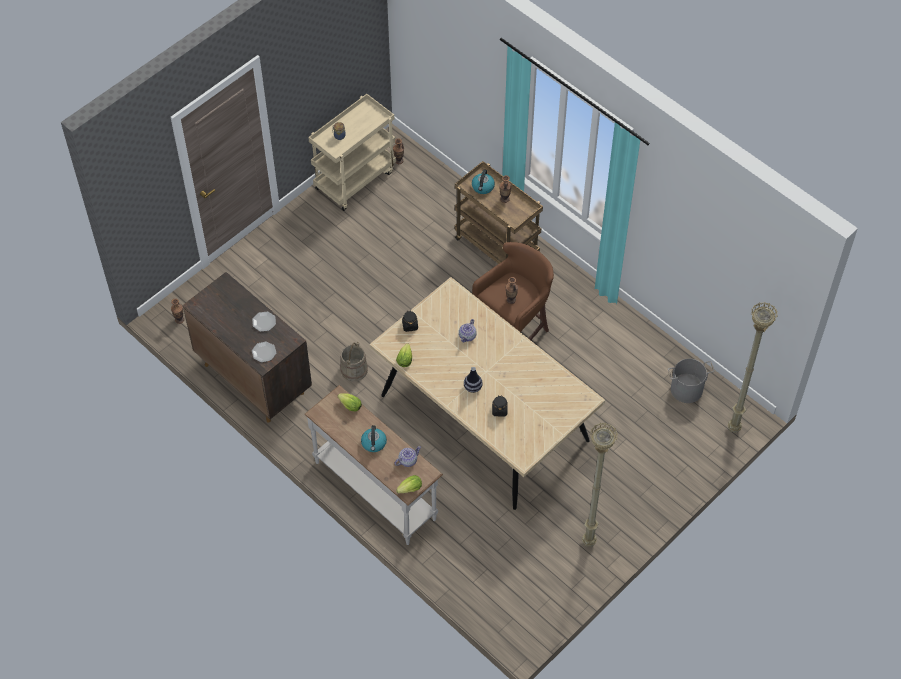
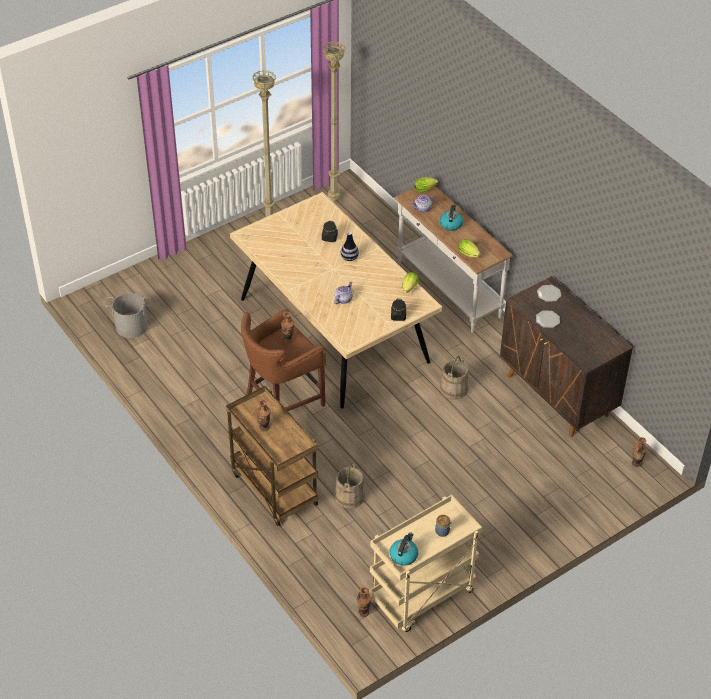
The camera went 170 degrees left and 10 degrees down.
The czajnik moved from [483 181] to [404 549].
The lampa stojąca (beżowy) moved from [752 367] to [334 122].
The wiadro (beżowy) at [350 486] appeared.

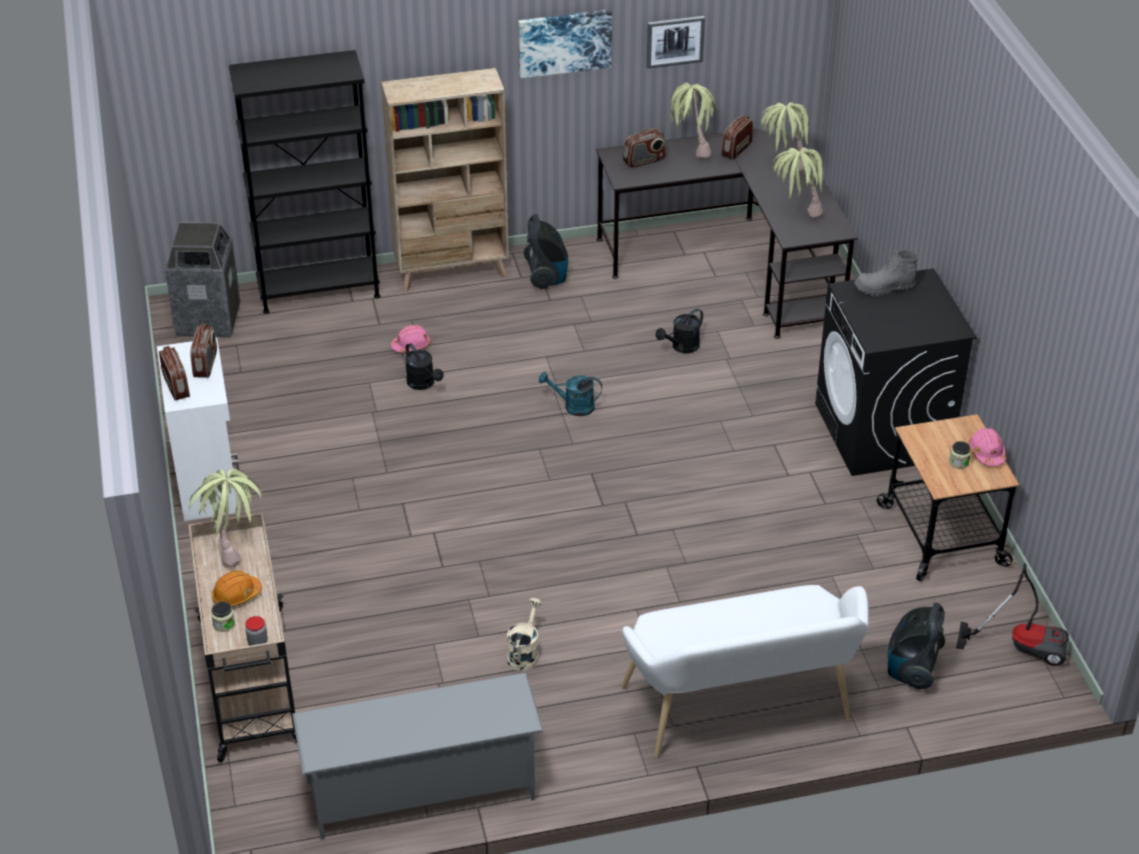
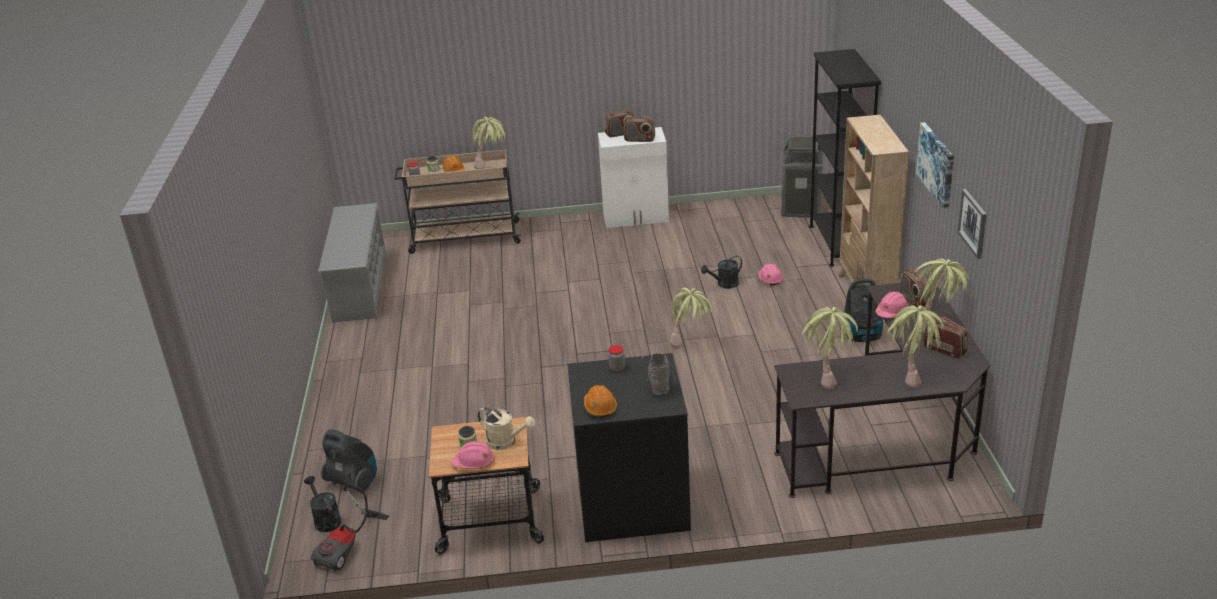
The camera went 100 degrees right and 10 degrees down.
The konewka (czarny) moved from [679 331] to [322 504].
The konewka (turkusowy) at [570 394] was replaced by the roślina doniczkowa at [690 318].
The ławka (biały) at [745 671] disappeared.
The konewka (beżowy) moved from [524 634] to [506 428].
The kask (różowy) at [892 304] appeared.
The słoik at [616 358] appeared.
The kask (pomarańczowy) at [600 401] appeared.

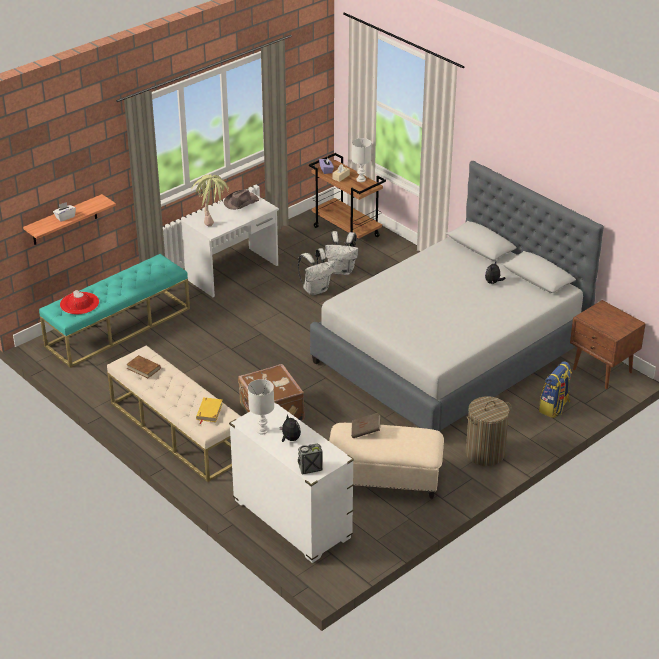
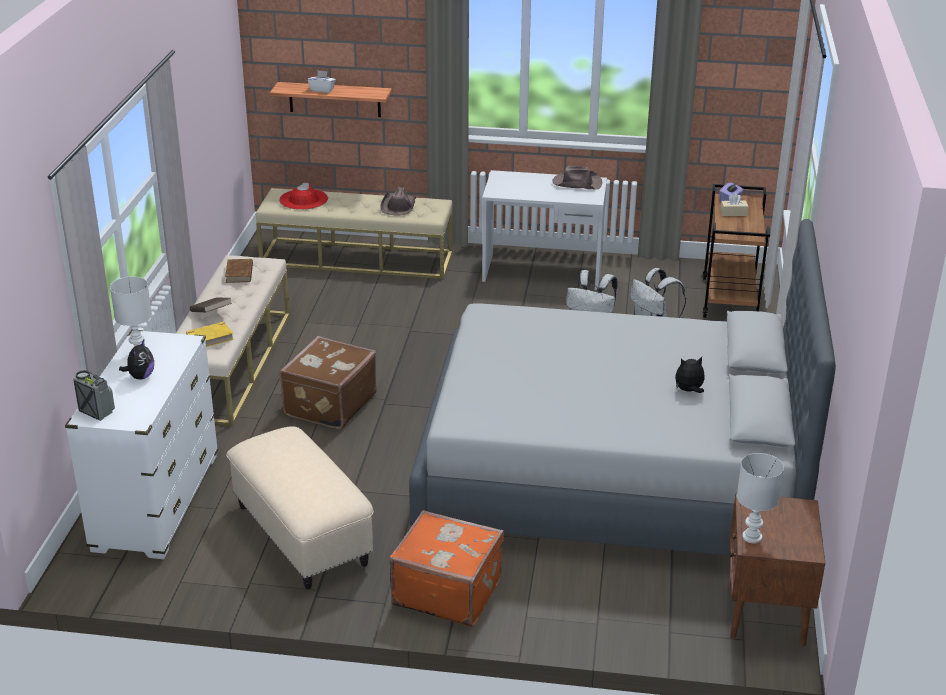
The camera went 50 degrees right and 5 degrees down.
The lampa stołowa (biały) moved from [362 160] to [760 498].
The roślina doniczkowa at [210 200] disappeared.
The ławka (turkusowy) at [114 311] became the ławka (beżowy) at [353 233].
The plecak at [555 389] disappeared.
The kosz na pranie at [488 431] was replaced by the walizka (pomarańczowy) at [446 568].
The książka (brązowy) moved from [365 425] to [211 305].
The kapelusz (brązowy) at [398 201] appeared.

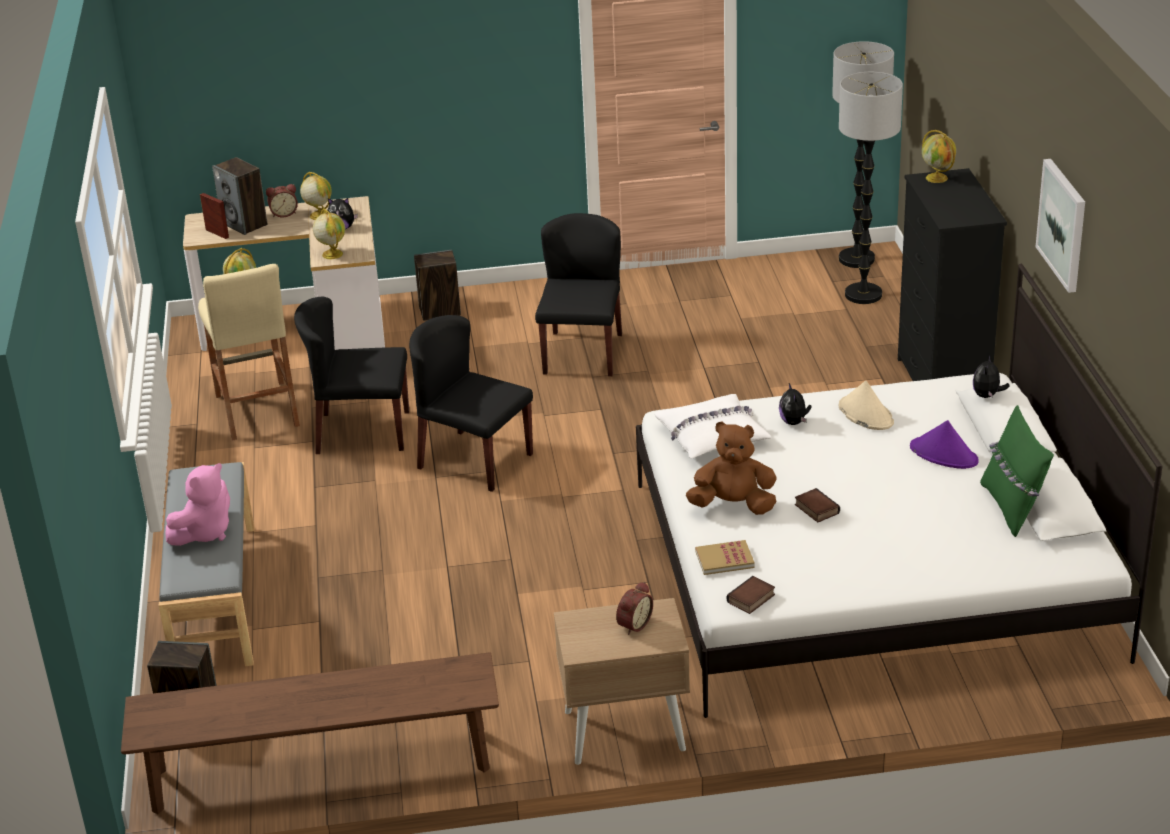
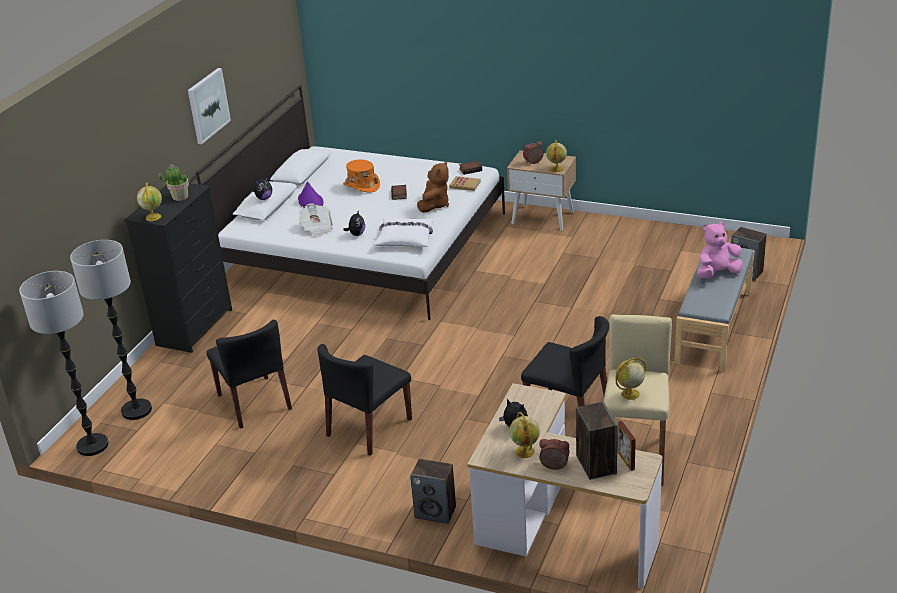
The camera went 150 degrees left and 0 degrees up.
The globus moved from [329 233] to [556 156].
The krzesło (czarny) moved from [471 403] to [249 374].
The kapelusz (beżowy) at [866 405] was replaced by the gazeta at [316 220].
The poduszka (zielony) at [1017 471] disappeared.
The pluszak (brązowy) at [731 468] turned 105 degrees counterclockwise.
The ławka (brązowy) at [310 733] disappeared.
The kapelusz (pomarańczowy) at [361 176] appeared.
The roślina doniczkowa at [174 182] appeared.

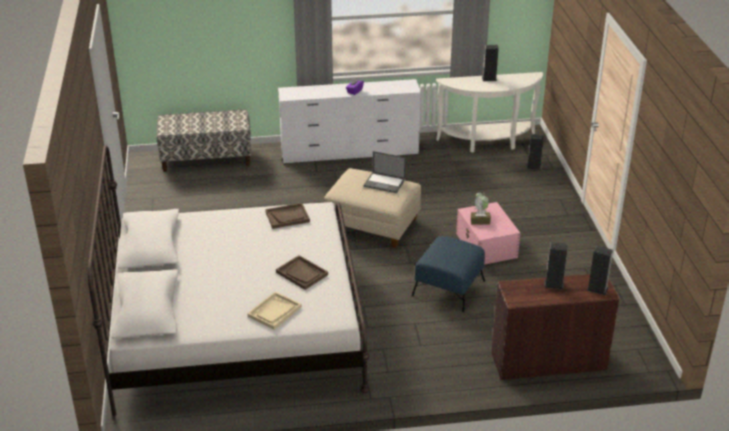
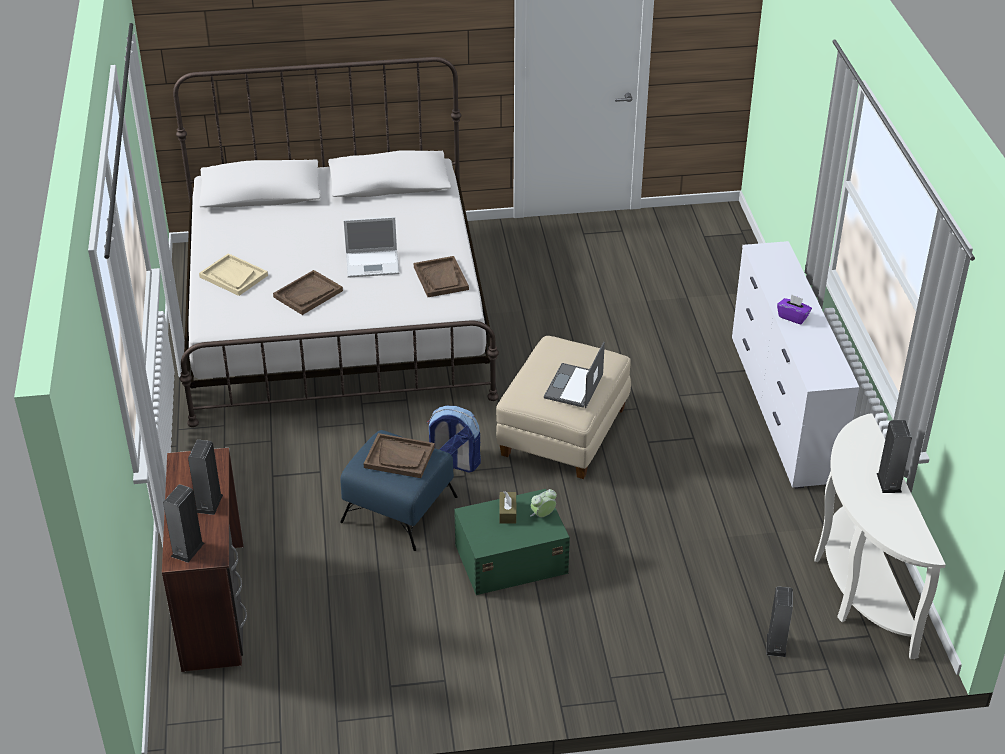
The camera went 90 degrees right and 5 degrees up.
The ławka at [203 141] disappeared.
The pojemnik do przechowywania (różowy) at [488 233] became the pojemnik do przechowywania (zielony) at [512 542].
The laptop at [371 247] appeared.
The plecak at [454 439] appeared.
The taca (brązowy) at [399 455] appeared.

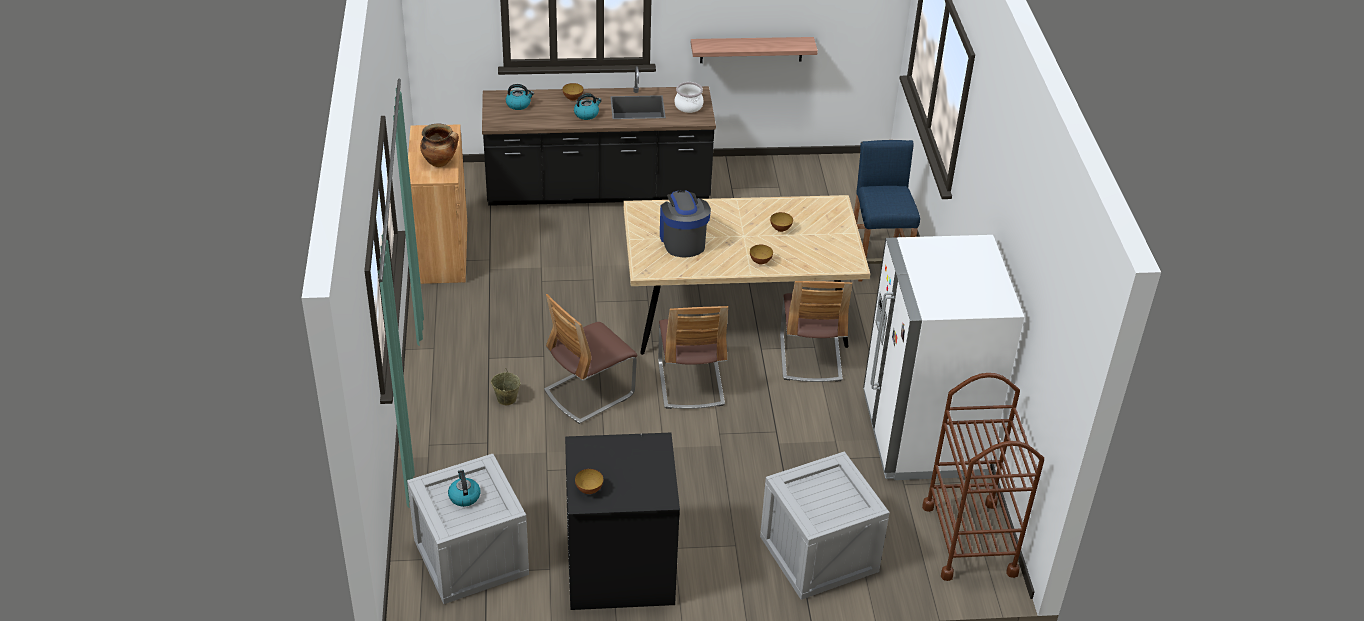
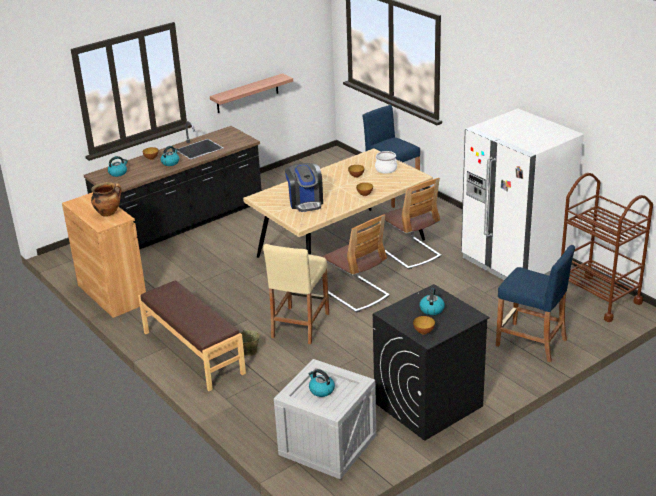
The camera went 30 degrees left and 10 degrees down.
The garnek moved from [689 97] to [386 162].
The ekspres do kawy at [685 223] turned 150 degrees counterclockwise.
The krzesło at [591 359] was replaced by the stołek (beżowy) at [296 294].
The skrzynka at [825 525] was replaced by the stołek (niebieski) at [535 303].
The ławka (brązowy) at [192 335] appeared.
The czajnik at [432 301] appeared.

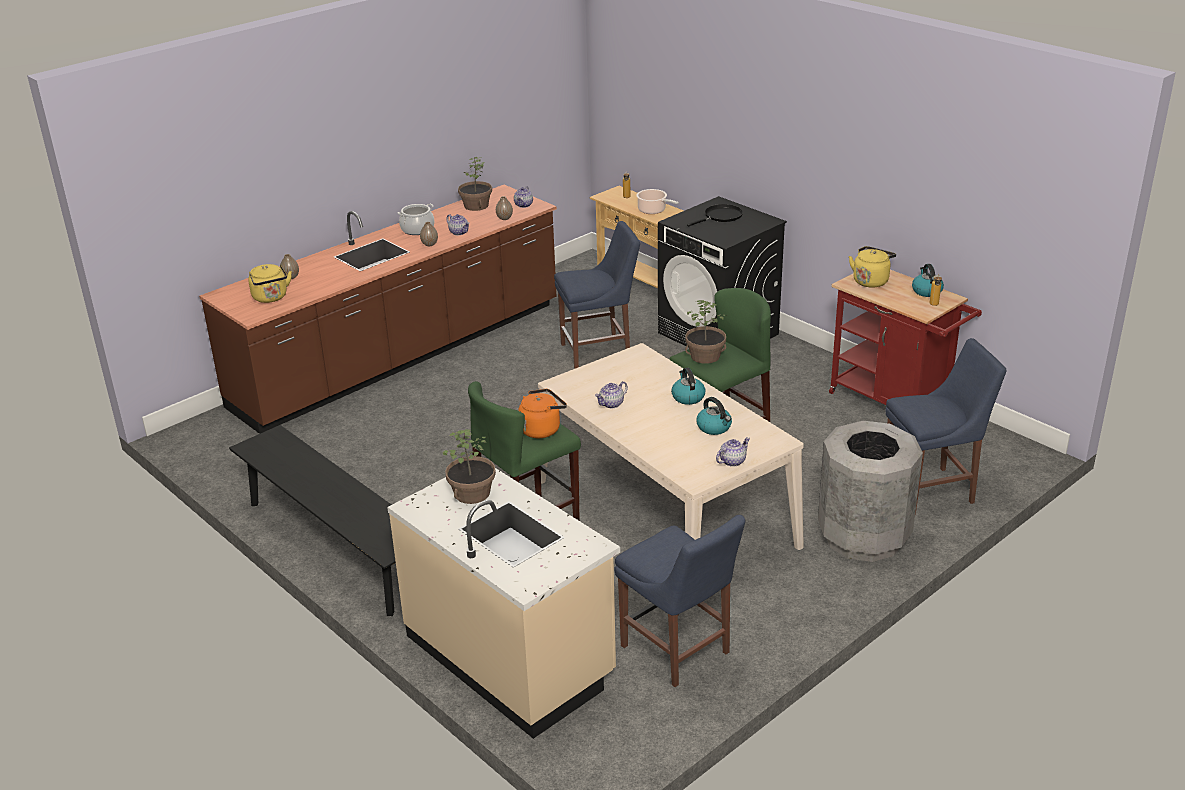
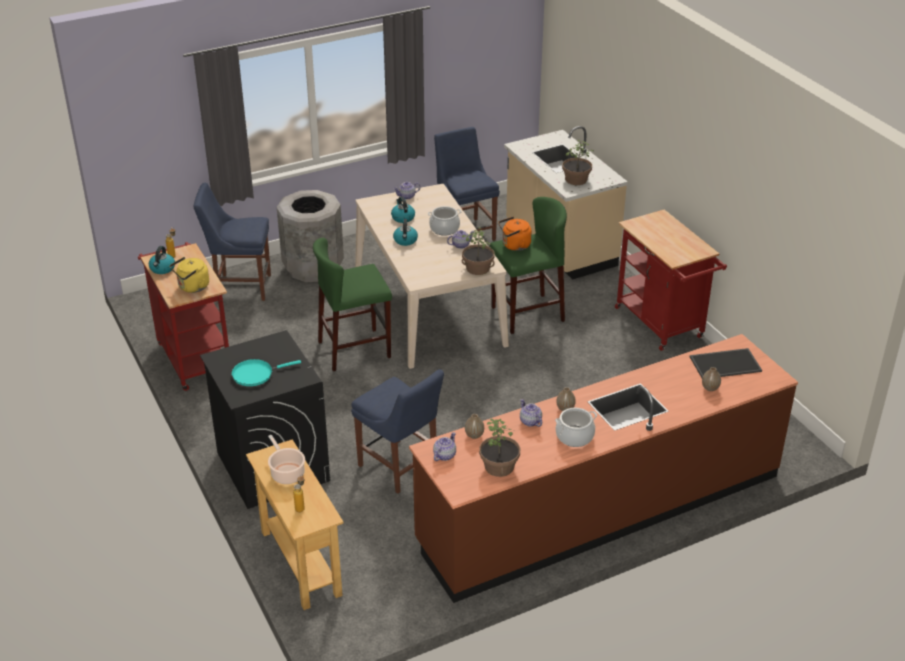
The camera went 165 degrees left and 5 degrees up.
The patelnia (czarny) at [715 215] became the patelnia (turkusowy) at [266 372].
The krzesło (niebieski) at [597 295] turned 135 degrees counterclockwise.
The czajnik (żółty) at [270 283] was replaced by the taca at [726 363].
The roślina doniczkowa moved from [705 332] to [478 251].
The ławka (czarny) at [312 520] was replaced by the wózek (czerwony) at [671 280].
The garnek at [444 221] appeared.

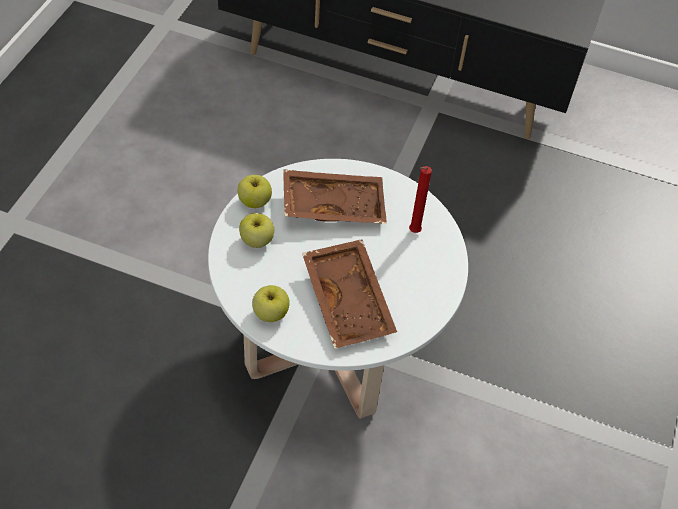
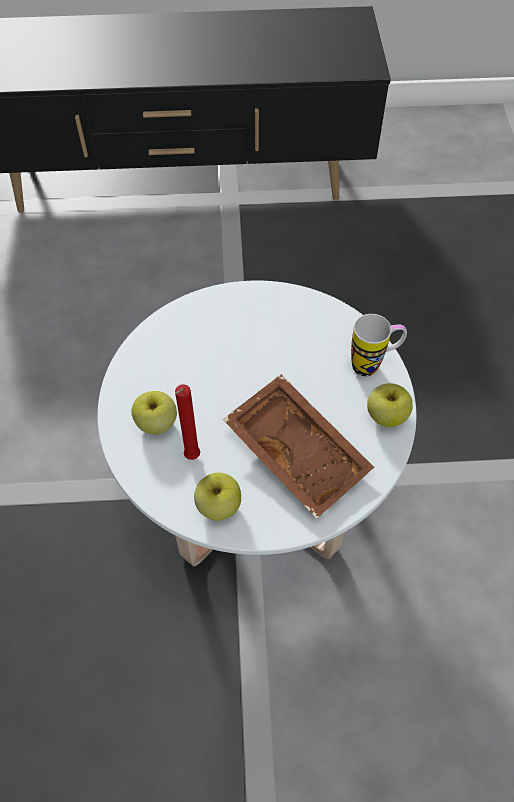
The camera went 20 degrees left and 5 degrees up.
The świeca (czerwony) moved from [420 199] to [187 422].
The taca (brązowy) at [335 196] disappeared.
The jabłko moved from [255 191] to [390 405].
The kubek at [379 345] appeared.

